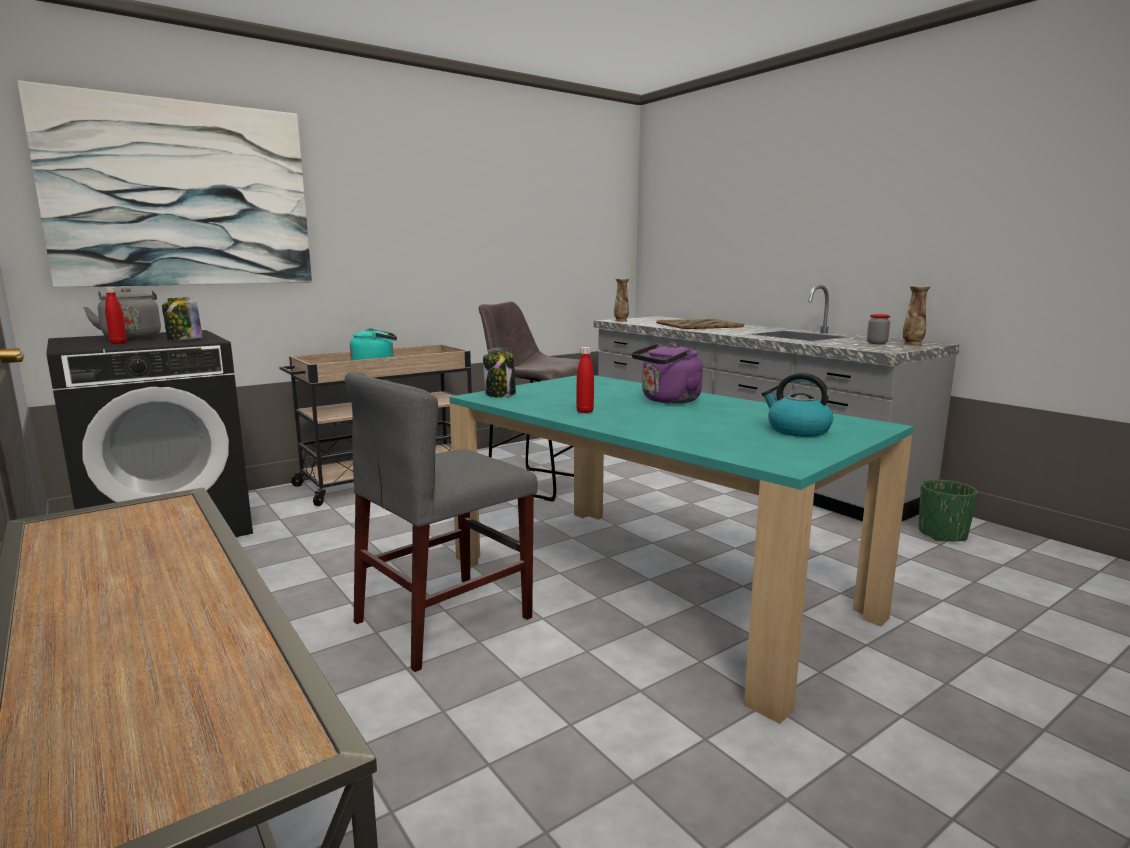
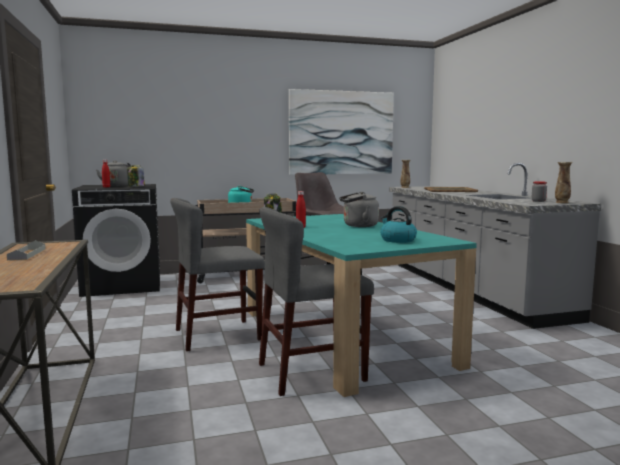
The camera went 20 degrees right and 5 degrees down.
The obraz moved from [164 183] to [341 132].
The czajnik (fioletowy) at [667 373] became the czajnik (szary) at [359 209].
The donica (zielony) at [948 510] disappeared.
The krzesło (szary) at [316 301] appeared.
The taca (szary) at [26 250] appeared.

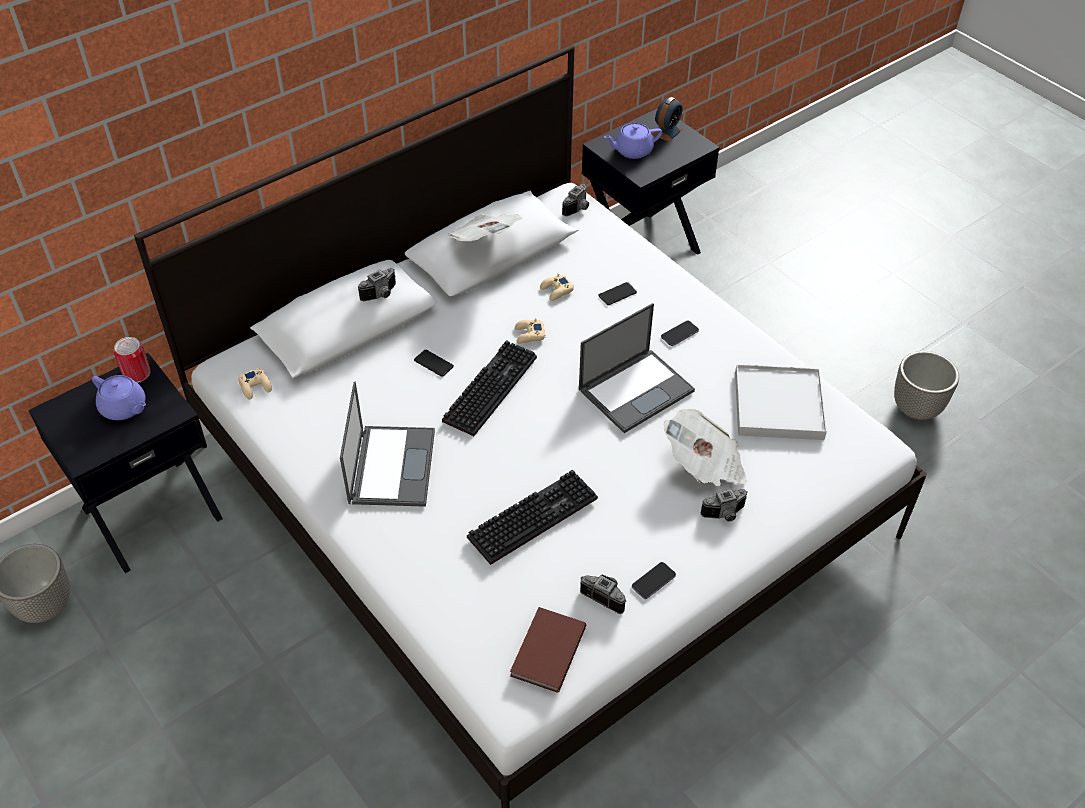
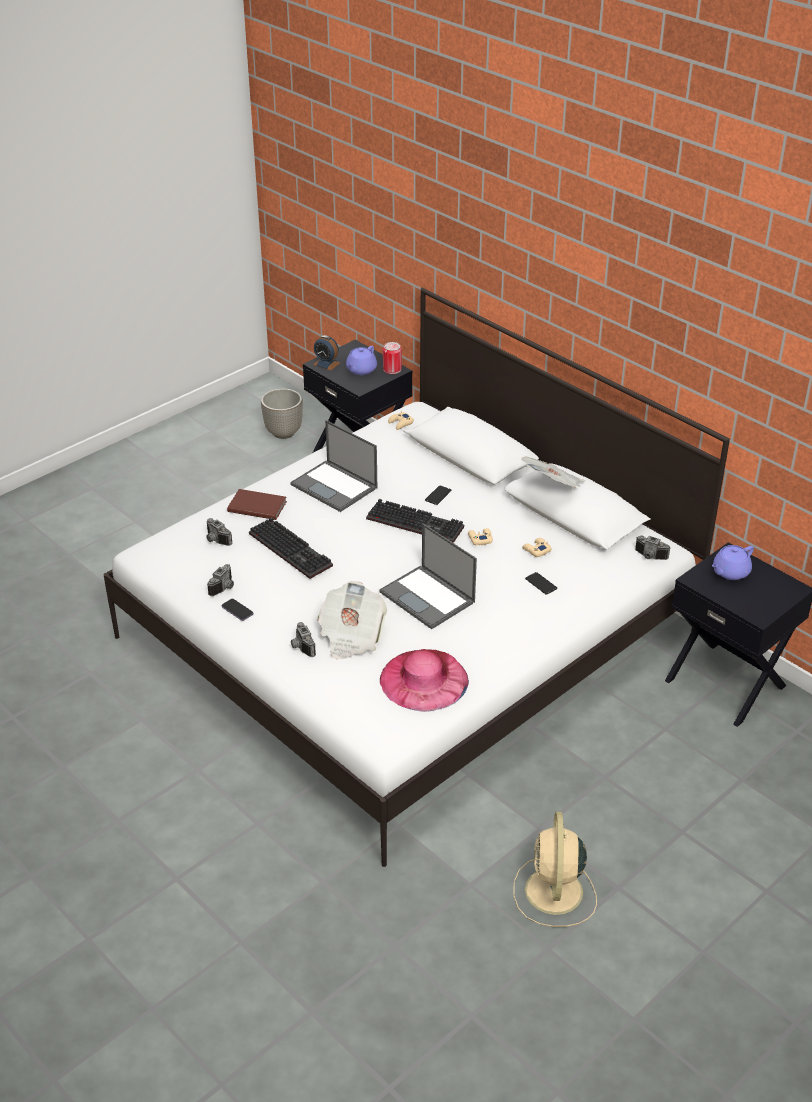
The camera went 85 degrees right and 10 degrees down.
The budzik moved from [667 119] to [326 353].
The imbryk (fioletowy) at [633 141] turned 105 degrees counterclockwise.
The aparat fotograficzny moved from [377 284] to [219 532].
The telefon at [680 333] disappeared.
The donica at [926 385] was replaced by the wentylator (beżowy) at [555 869].
The taca (biały) at [781 402] was replaced by the kapelusz (różowy) at [424 680].
The laptop at [387 444] turned 45 degrees clockwise.
The książka (brązowy) moved from [548 650] to [257 504].

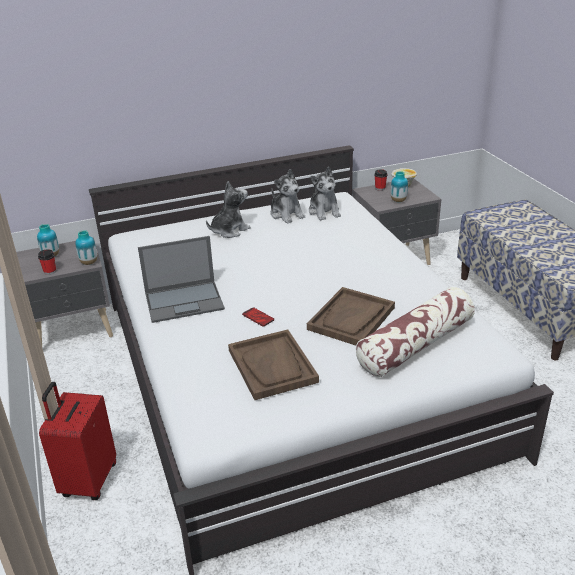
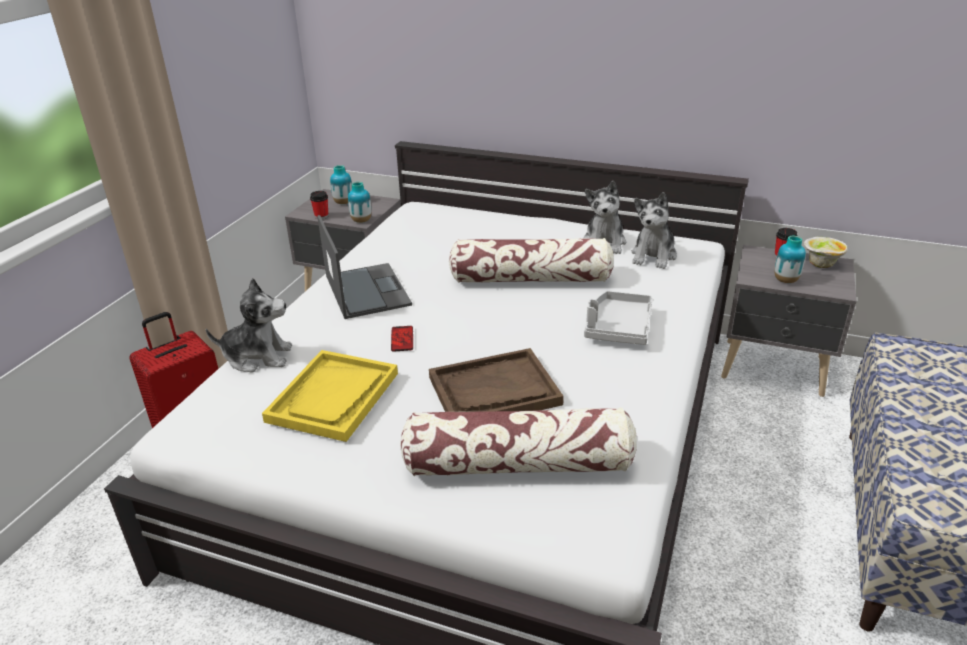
The camera went 40 degrees right and 0 degrees up.
The pluszak moved from [228 209] to [249 325].
The laptop at [181 279] turned 135 degrees counterclockwise.
The taca (brązowy) at [273 364] became the taca (żółty) at [330 396].
The poduszka at [531 260] appeared.
The taca (szary) at [618 318] appeared.

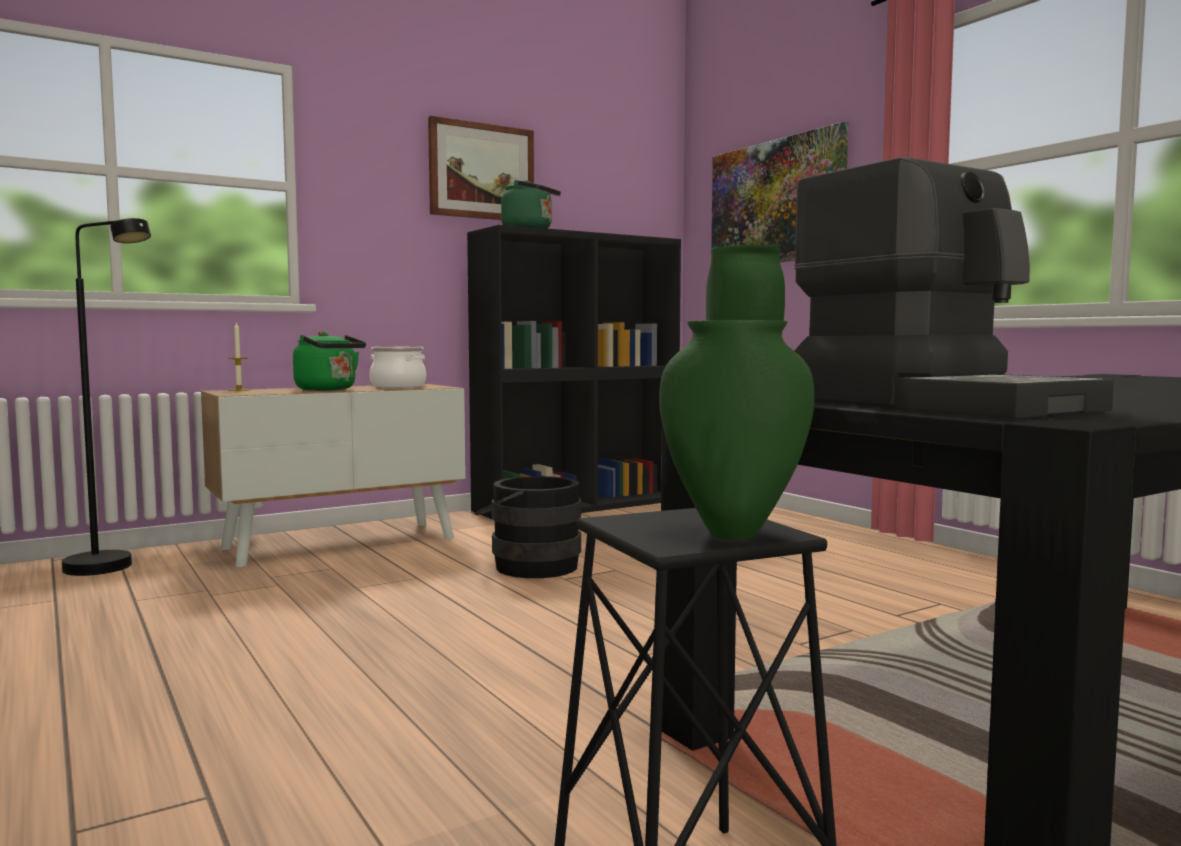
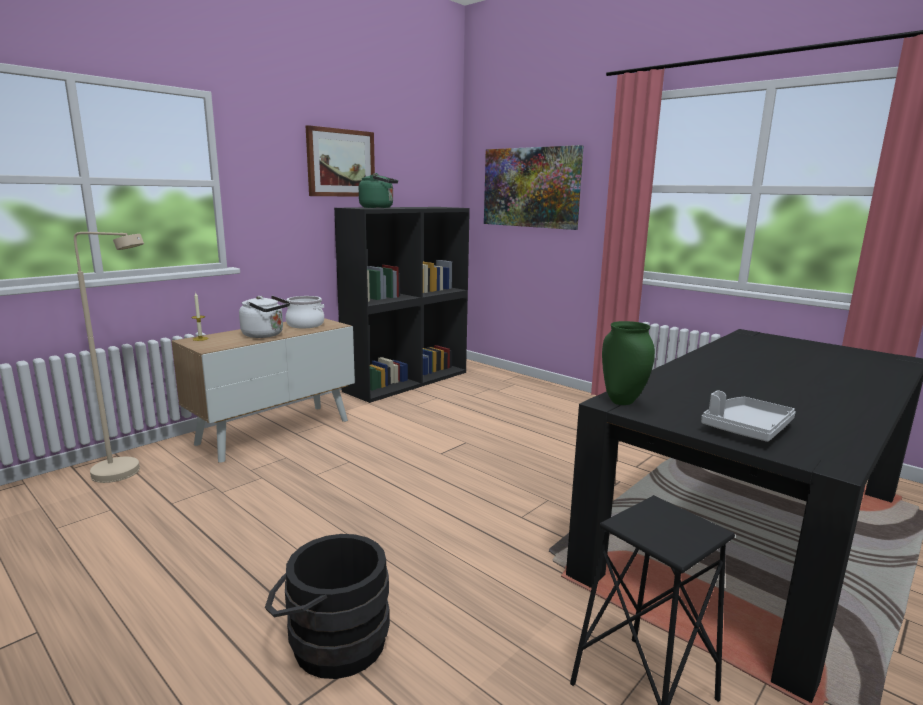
The camera went 15 degrees left and 10 degrees up.
The ekspres do kawy at [954 287] was replaced by the taca (szary) at [748 416].
The lampa stojąca (czarny) at [106 397] became the lampa stojąca (beżowy) at [109 357].
The wazon (zielony) at [736 430] disappeared.
The czajnik (zielony) at [329 361] became the czajnik (biały) at [264 317].
The wiadro (czarny) moved from [528 527] to [327 606].

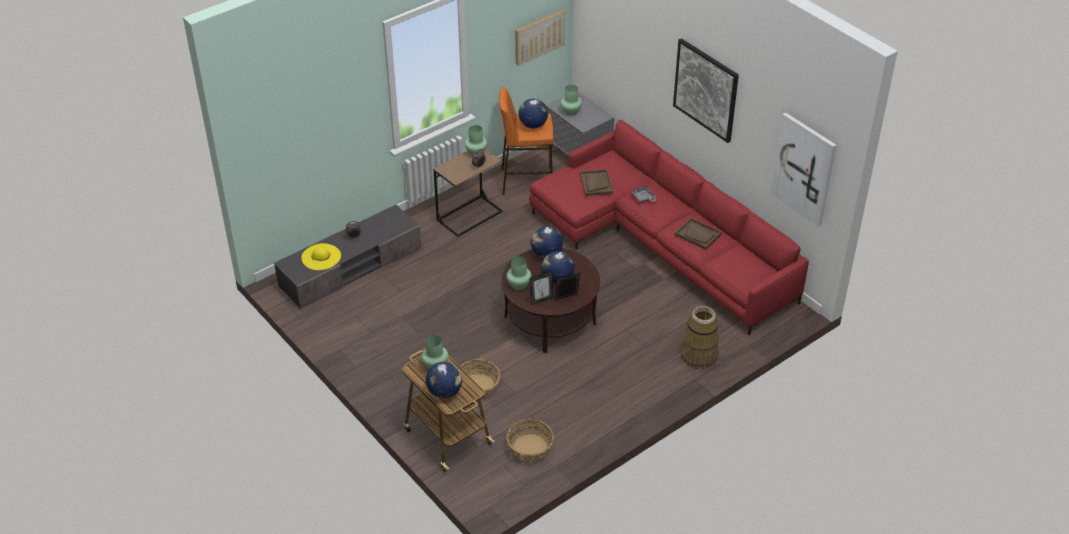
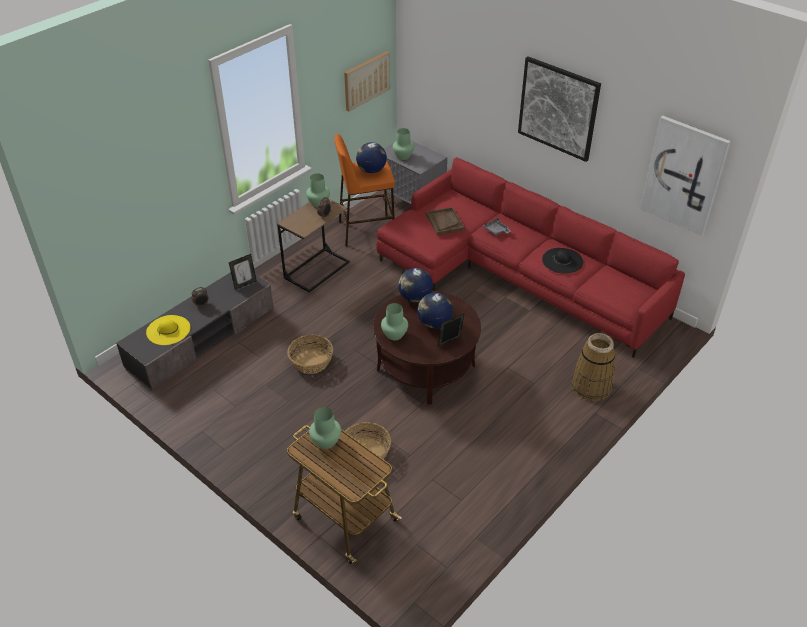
The camera went 10 degrees left and 0 degrees up.
The taca (brązowy) at [698 233] was replaced by the kapelusz (czarny) at [562 261].
The ramka na zdjęcie moved from [541 288] to [243 272].
The globus at [444 380] disappeared.
The koszyk moved from [530 440] to [310 354].

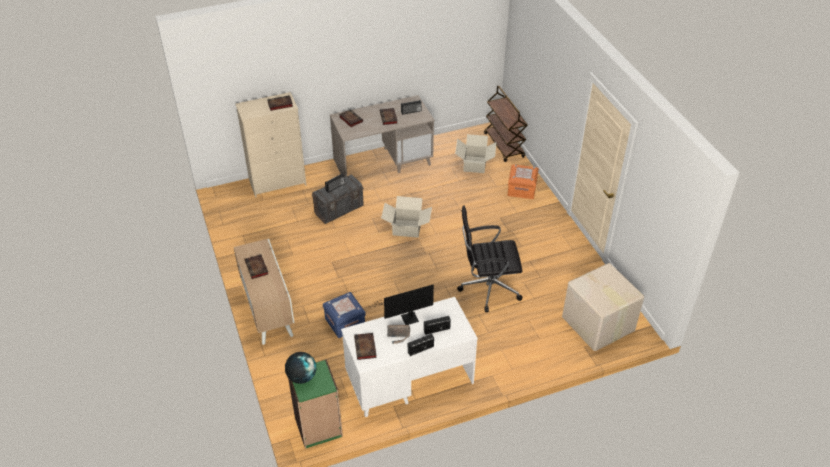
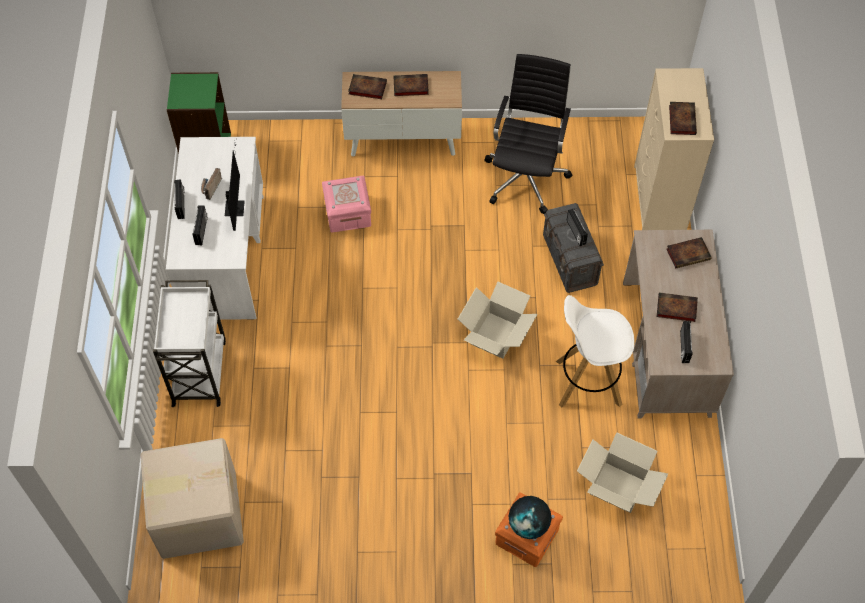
The camera went 110 degrees right and 15 degrees up.
The wózek (brązowy) at [506 124] disappeared.
The krzesło biurowe (czarny) moved from [489 258] to [528 134].
The pojemnik do przechowywania (niebieski) at [344 315] became the pojemnik do przechowywania (różowy) at [346 204].
The książka moved from [365 346] to [367 86].
The globus moved from [300 368] to [530 517].
The wózek (biały) at [189 343] appeared.
The stołek (biały) at [595 351] appeared.

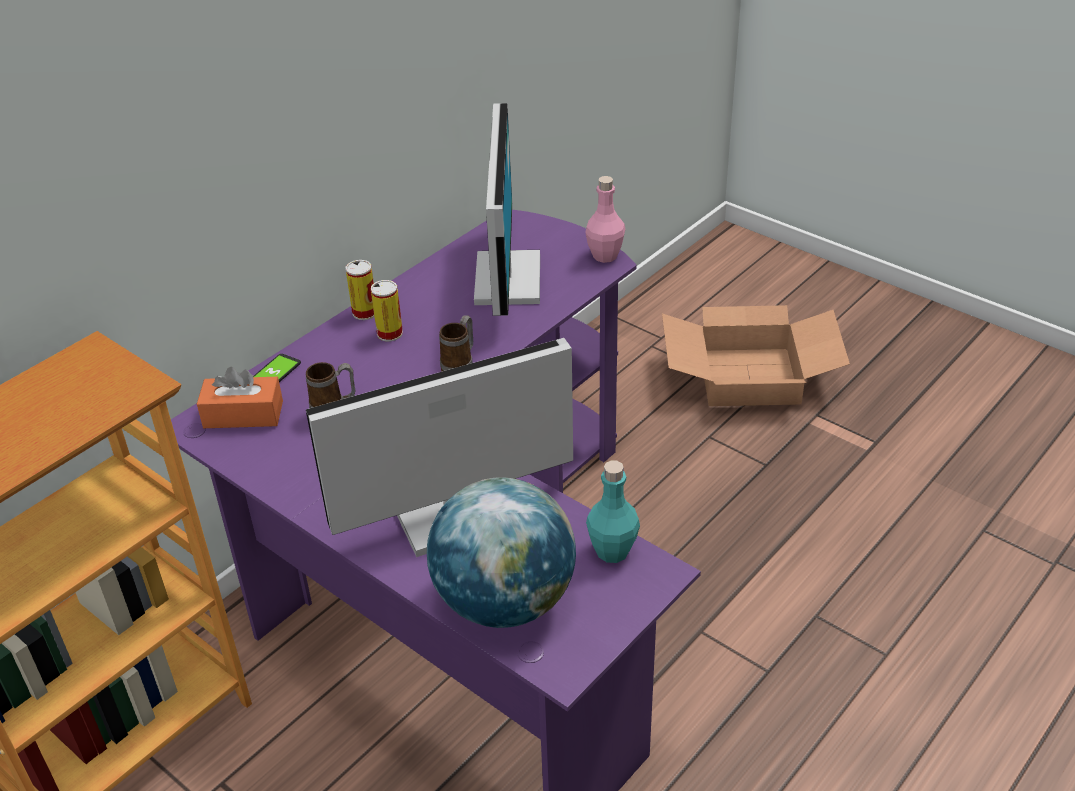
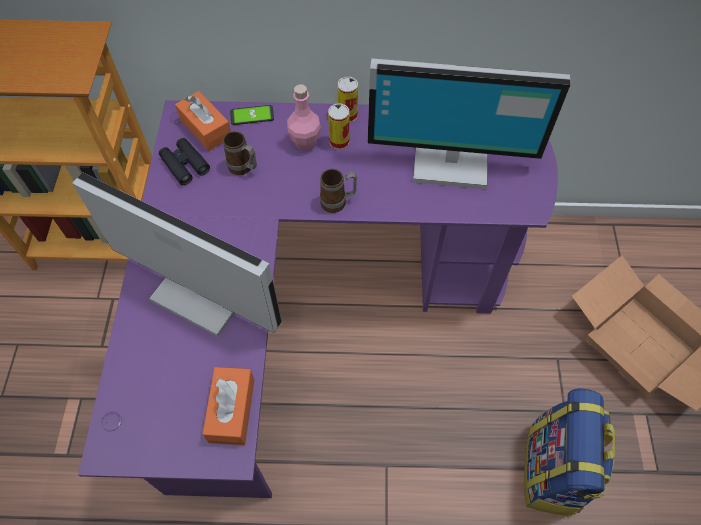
The camera went 50 degrees right and 20 degrees up.
The monitor at [507 209] turned 45 degrees clockwise.
The butelka (różowy) moved from [605 219] to [304 117].
The butelka (turkusowy) at [613 511] was replaced by the pudełko chusteczek (pomarańczowy) at [228 406].
The globus at [501 552] disappeared.
The lornetka (czarny) at [184 161] appeared.
The plecak at [570 452] appeared.

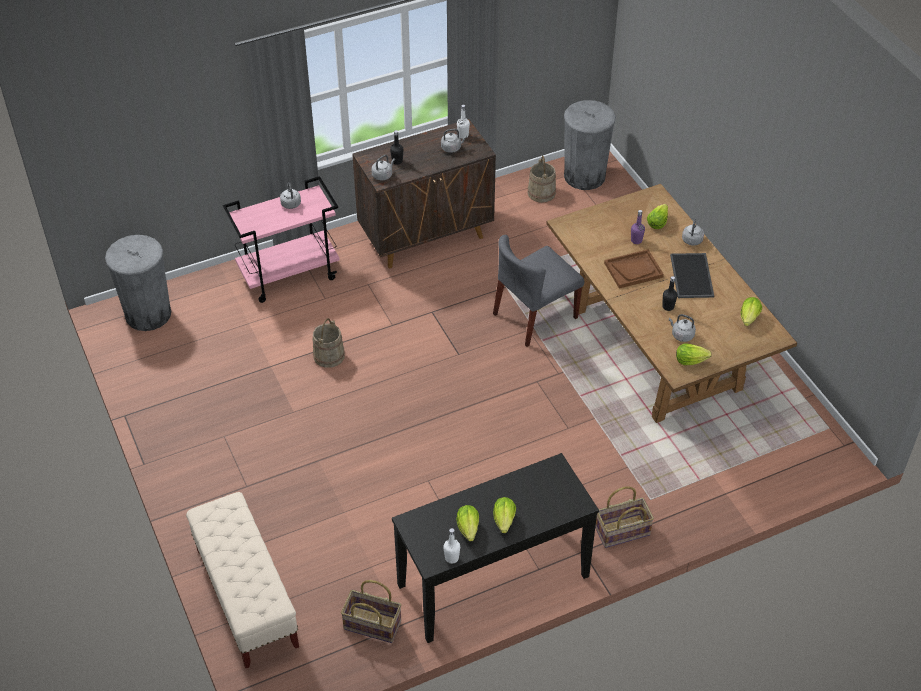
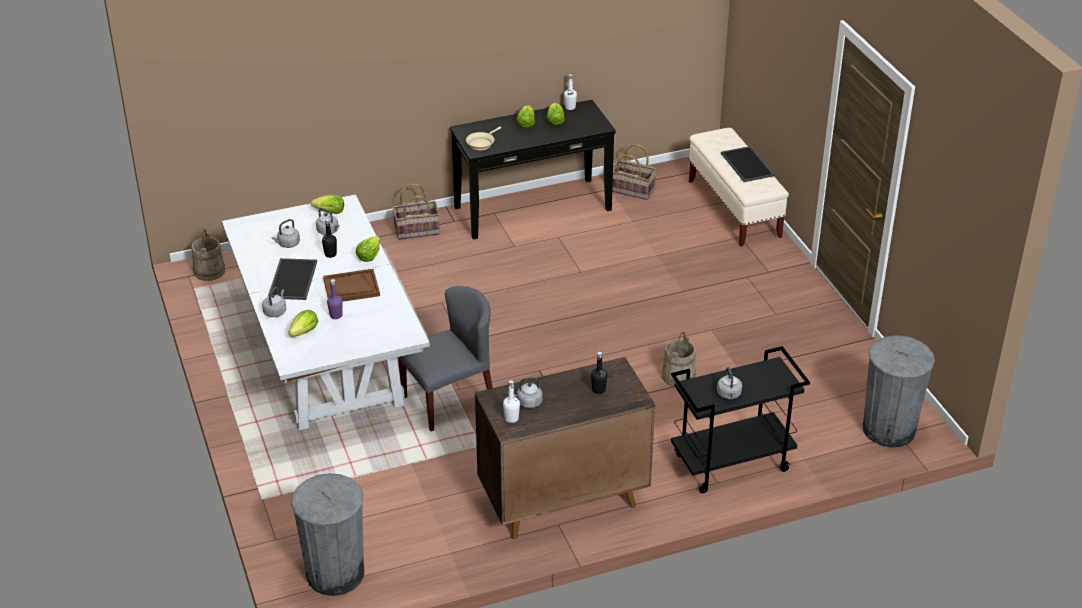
The camera went 175 degrees left and 10 degrees down.
The czajnik (szary) moved from [383 167] to [285 233].
The wiadro (beżowy) moved from [542 179] to [208 254].
The wózek (różowy) at [281 239] became the wózek (czarny) at [740 419].
The stół jadalny (brązowy) at [671 303] became the stół jadalny (biały) at [326 312].
The sałata moved from [751 311] to [368 249].
The patelnia (beżowy) at [483 138] appeared.
The taca at [747 164] appeared.

